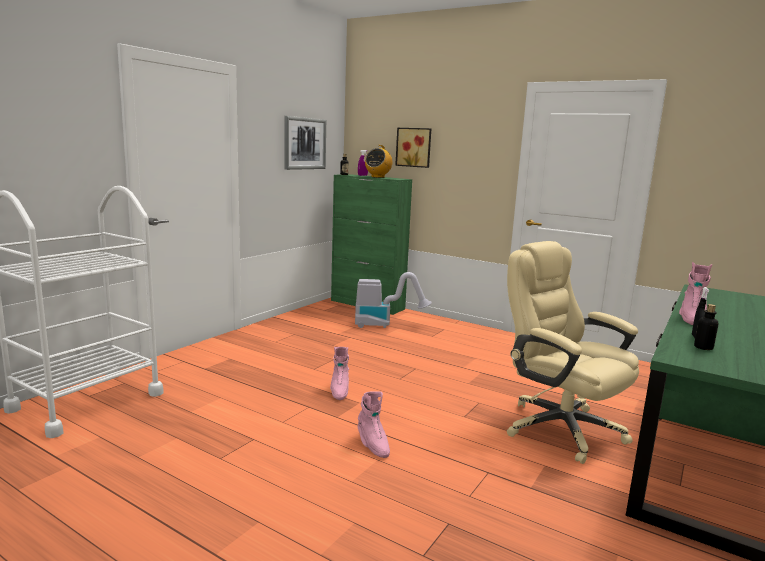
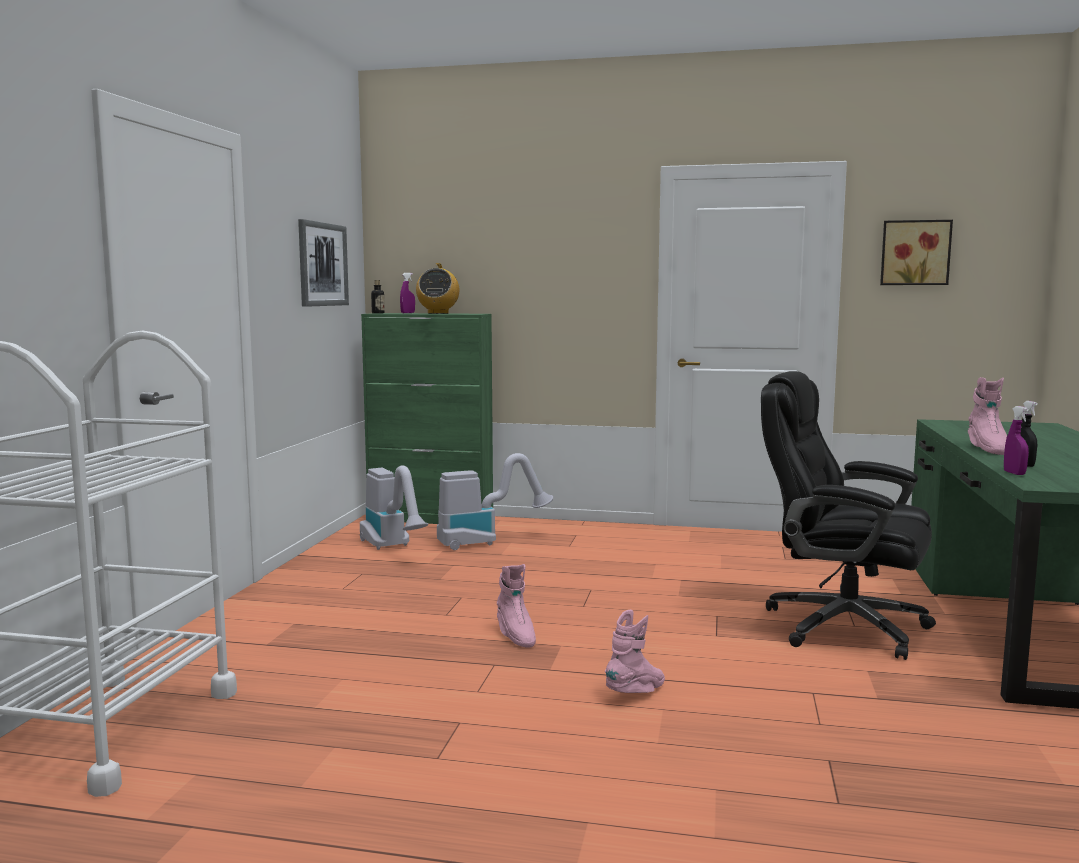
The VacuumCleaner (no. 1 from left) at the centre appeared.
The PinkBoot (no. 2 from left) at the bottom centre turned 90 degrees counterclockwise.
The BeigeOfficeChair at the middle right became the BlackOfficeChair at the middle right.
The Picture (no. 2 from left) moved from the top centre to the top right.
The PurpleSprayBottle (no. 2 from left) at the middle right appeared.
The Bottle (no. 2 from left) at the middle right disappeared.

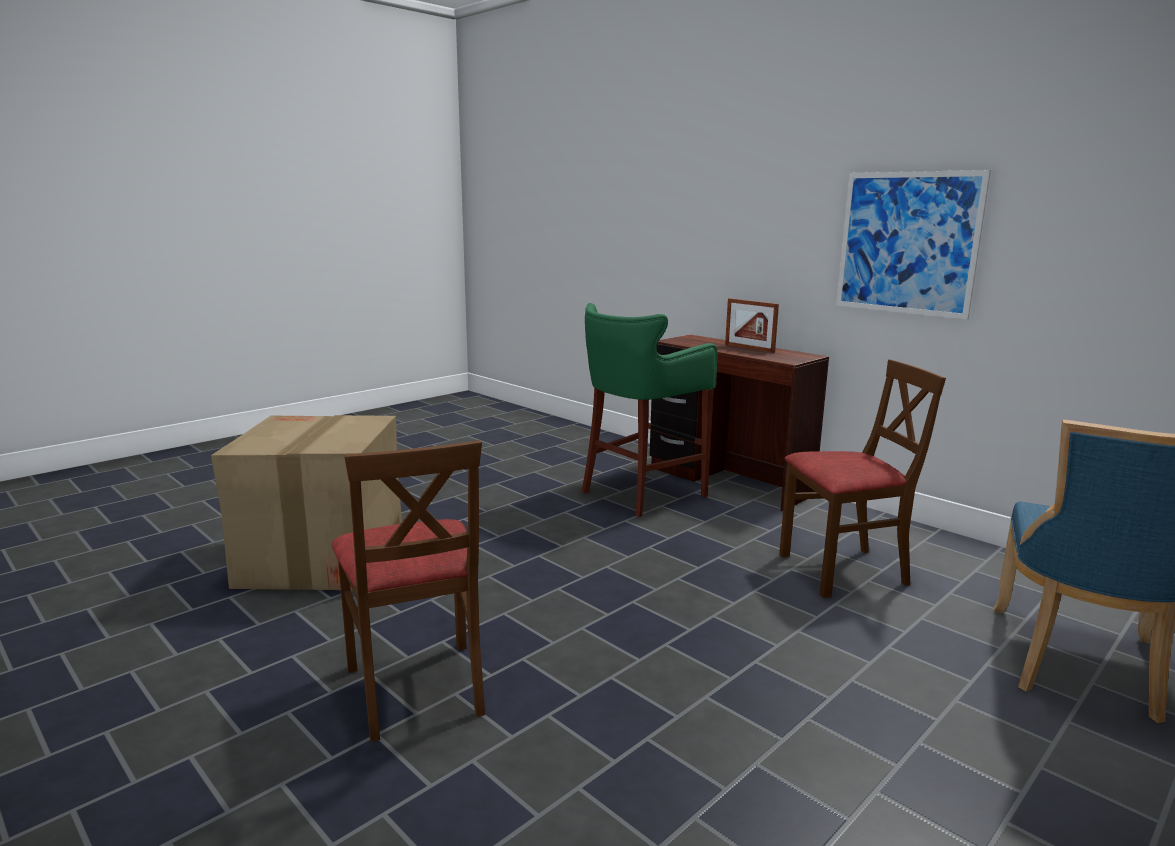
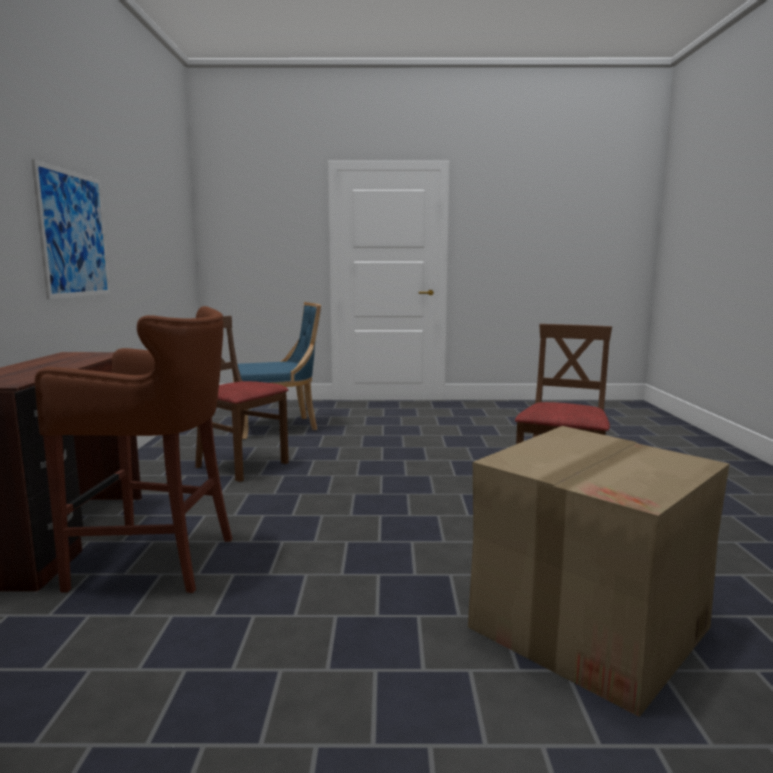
The GreenStool at the centre became the BrownStool at the middle left.
The PictureFrame at the centre disappeared.

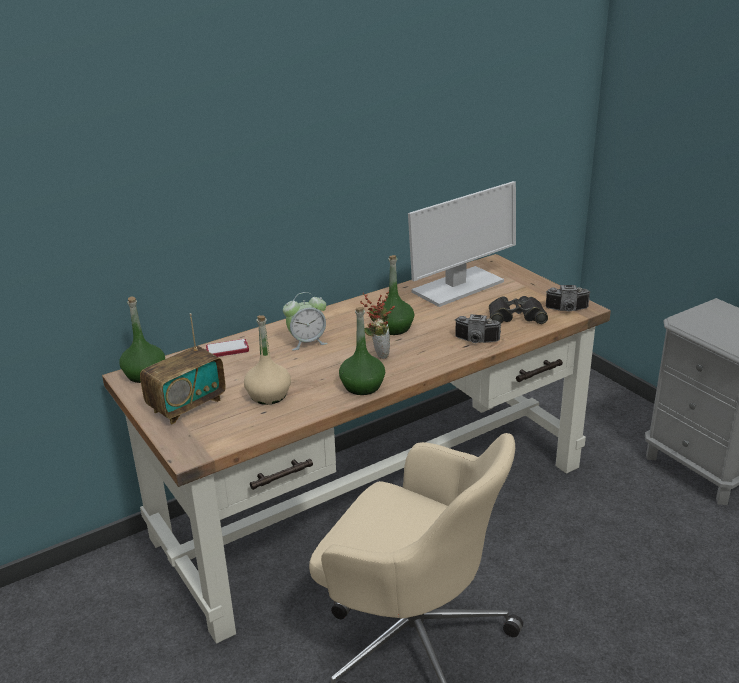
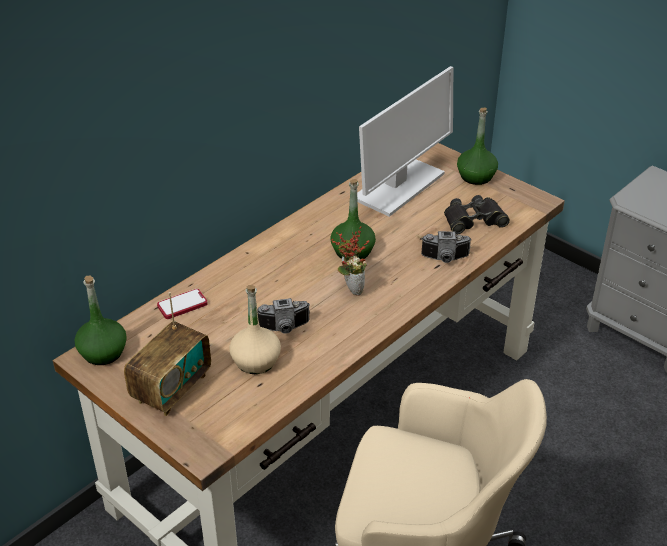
The PhotoCamera (no. 2 from left in the first image) moved from the middle right to the centre.
The GreenBottle (no. 2 from left in the first image) moved from the centre to the top right.
The AlarmClock at the centre disappeared.

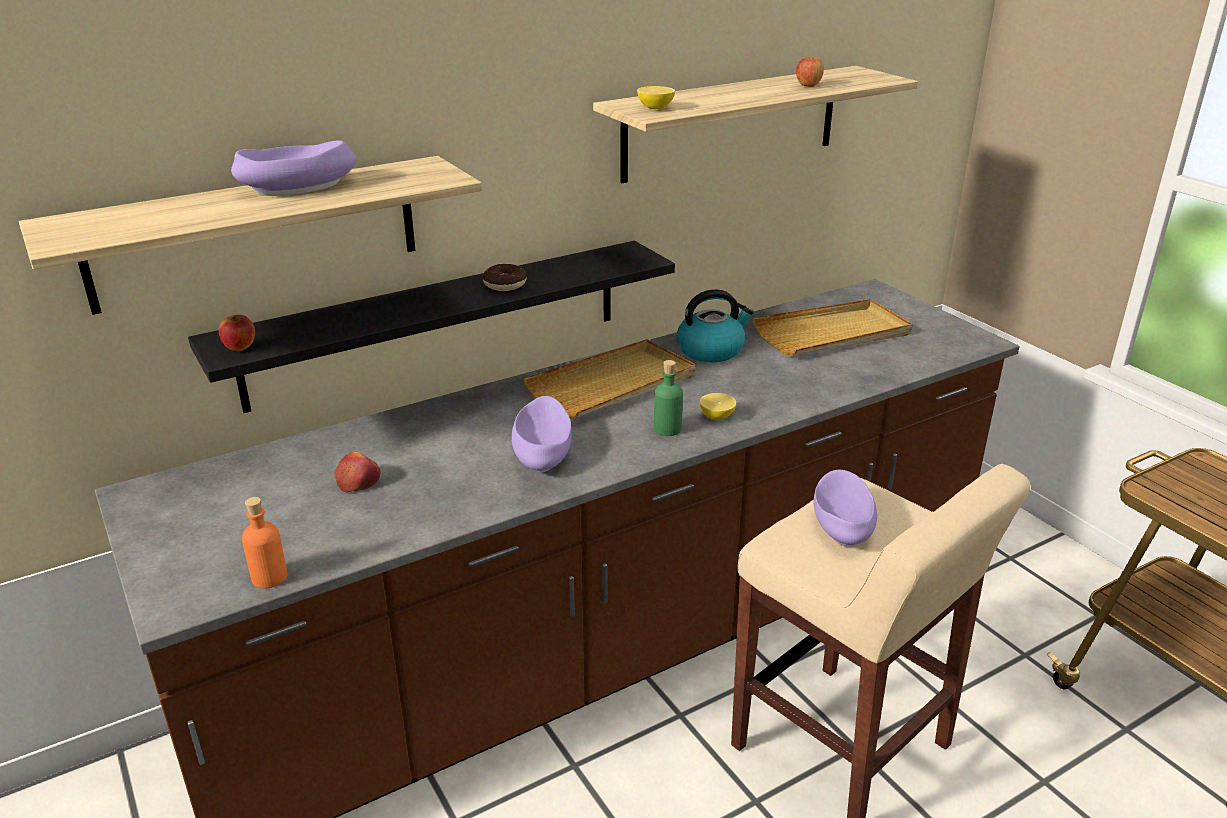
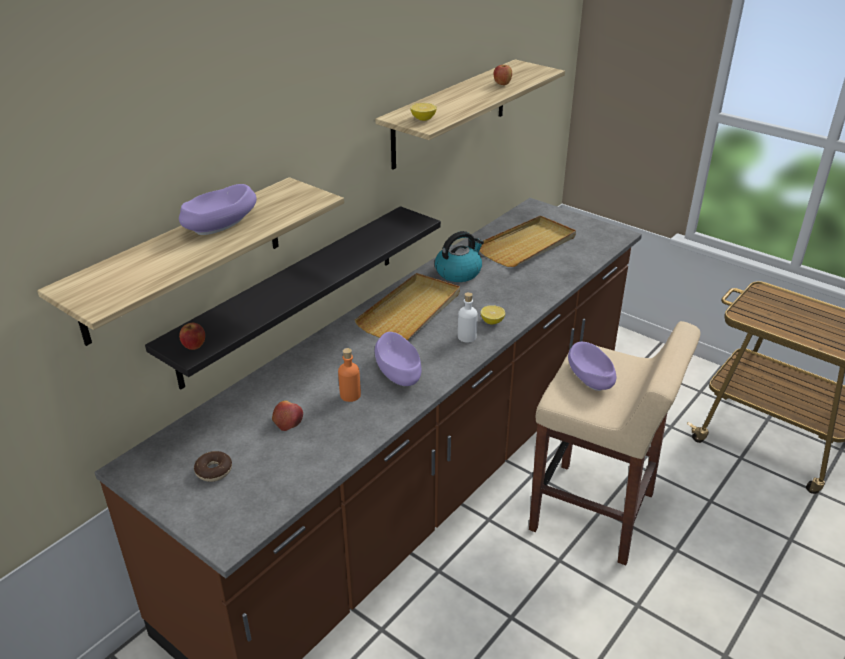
The Donut moved from the centre to the bottom left.
The OrangeBottle moved from the middle left to the centre.
The GreenBottle at the centre became the WhiteBottle at the centre.

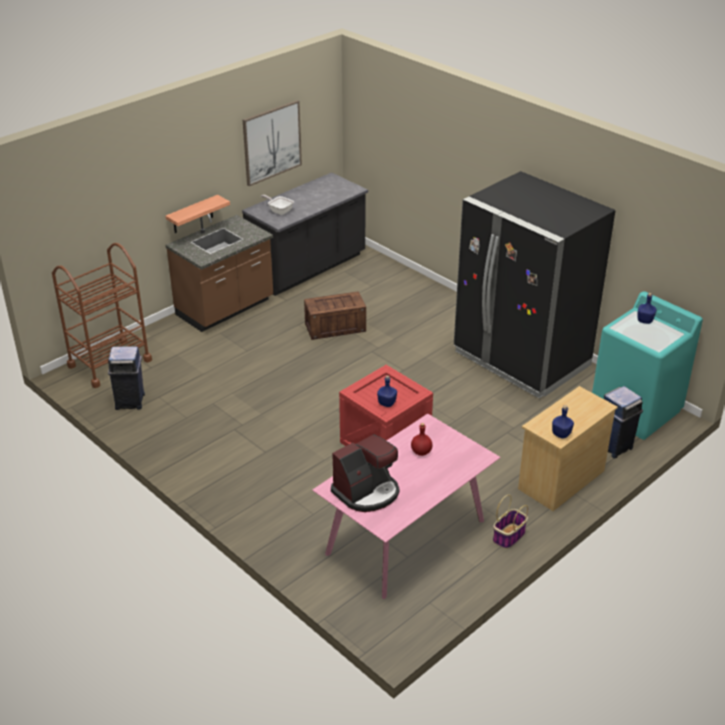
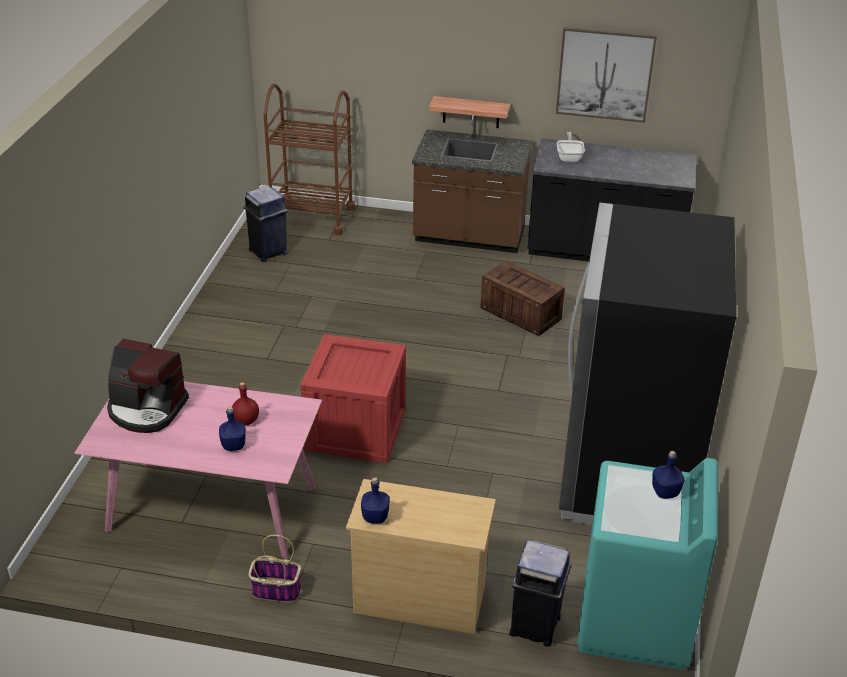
The BlueBottle (no. 1 from left) moved from the centre to the middle left.

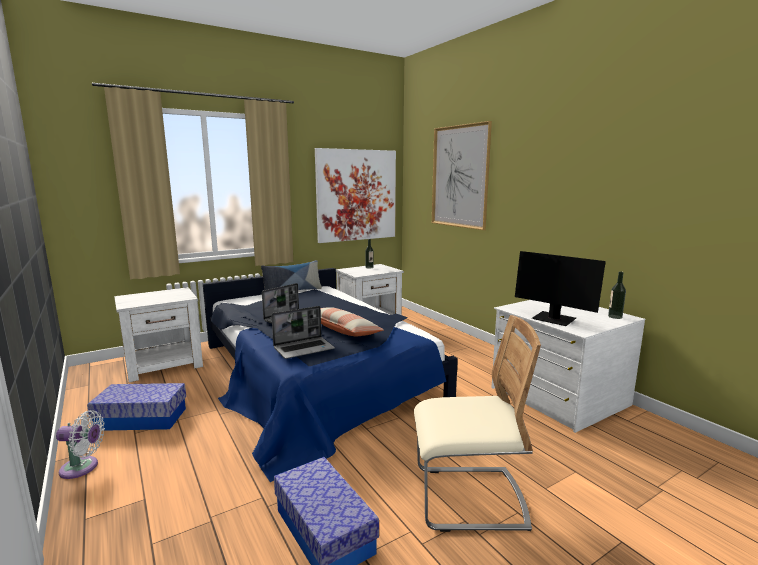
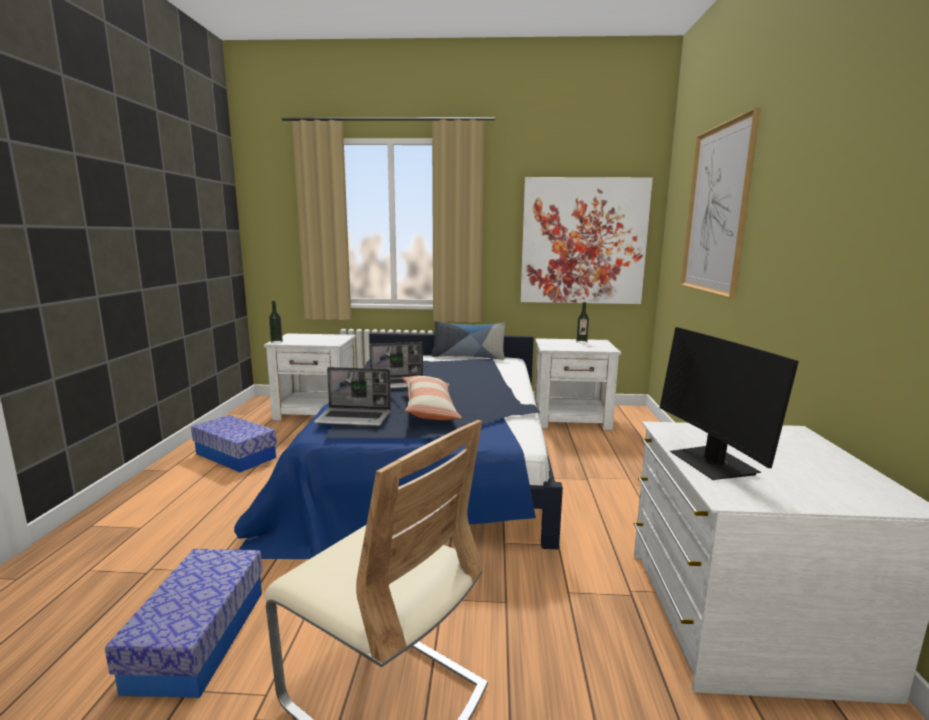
The Bottle (no. 2 from left in the first image) moved from the middle right to the middle left.
The WhiteFan at the bottom left disappeared.

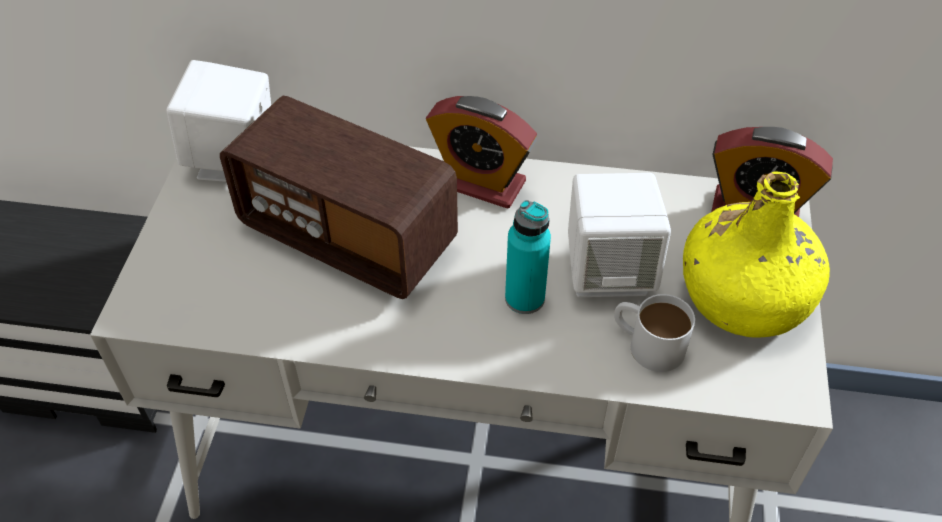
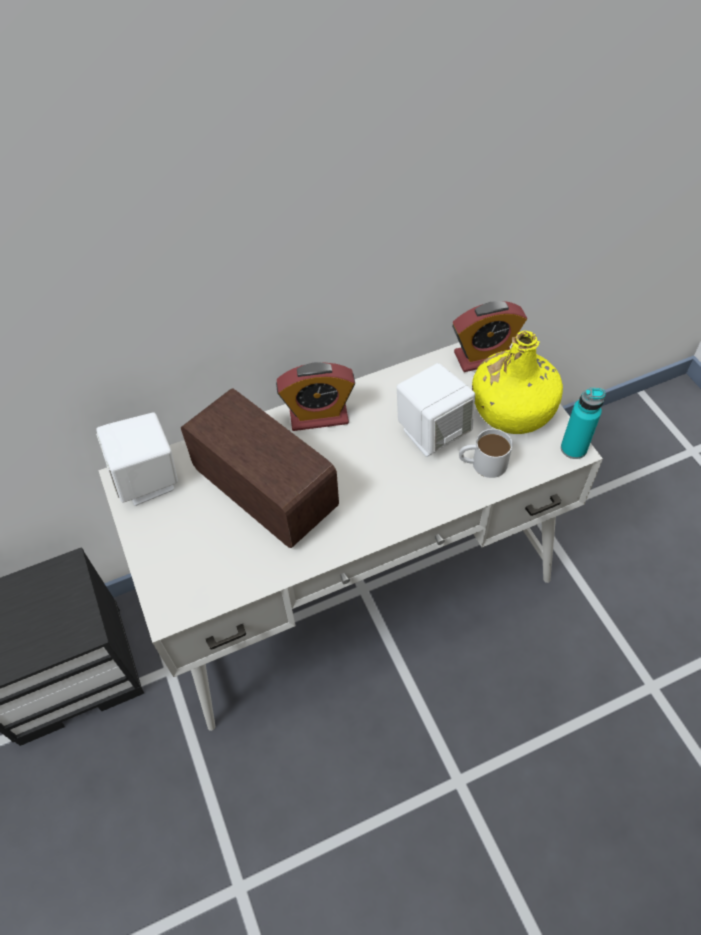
The Radio at the centre turned 135 degrees counterclockwise.
The TurquoiseBottle moved from the centre to the middle right.

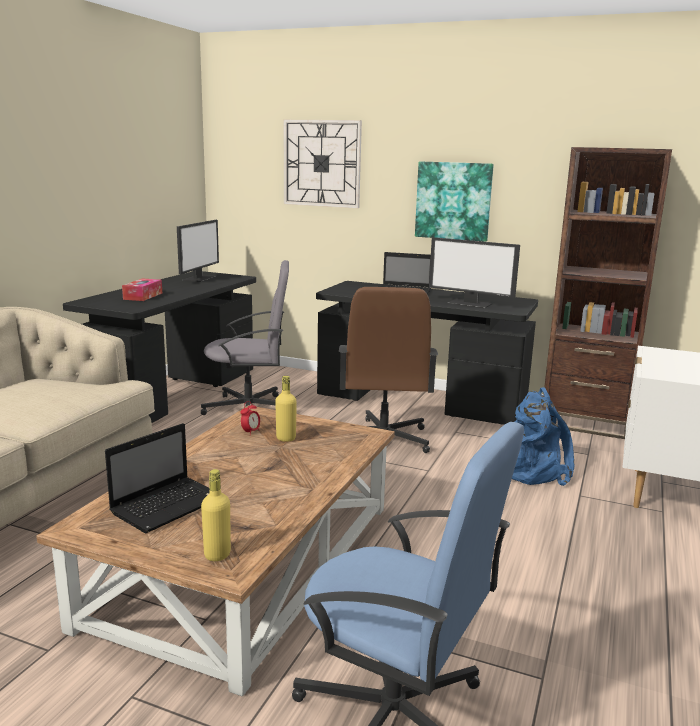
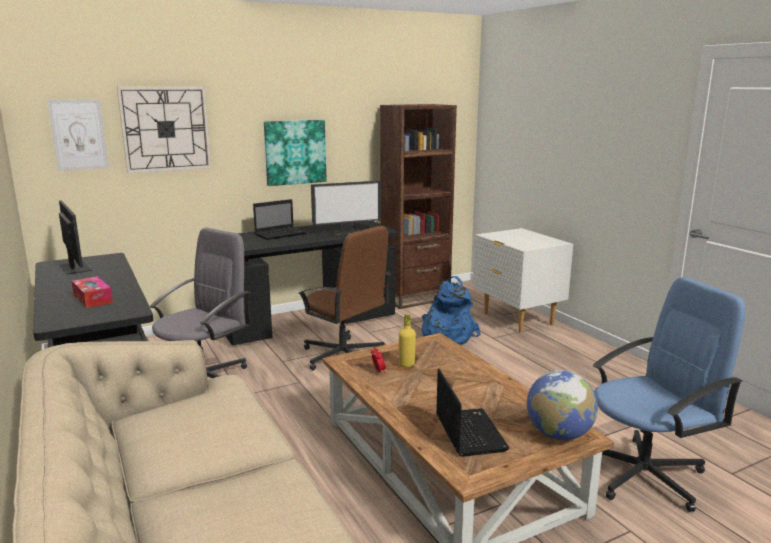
The Picture (no. 1 from left) at the top left appeared.
The YellowBottle (no. 1 from left) at the bottom left was replaced by the Globe at the bottom right.

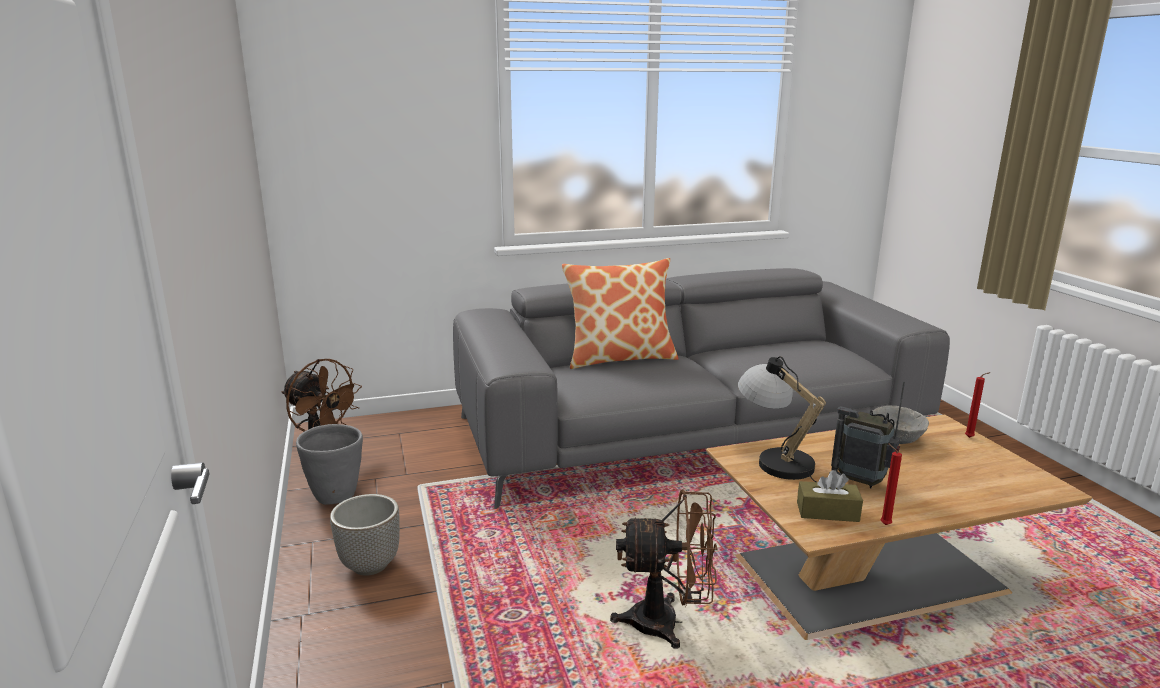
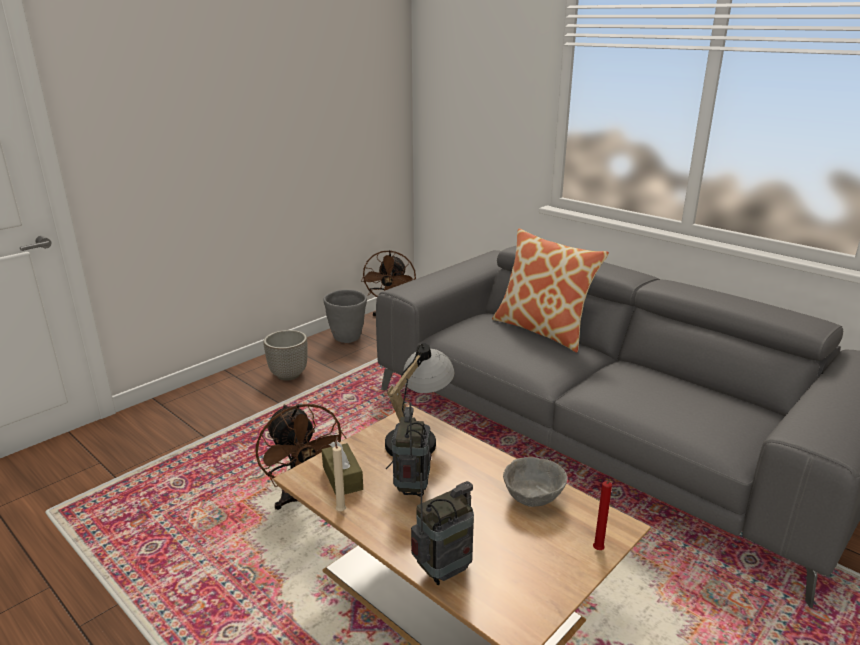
The RedCandle (no. 1 from left) at the bottom right became the BeigeCandle at the bottom centre.
The Radio (no. 2 from left) at the bottom centre appeared.

